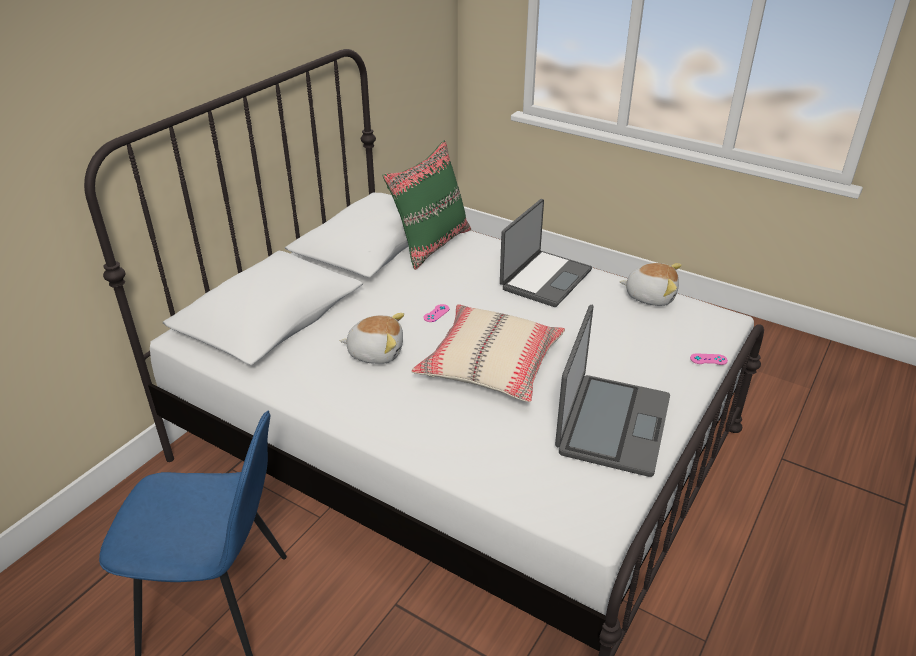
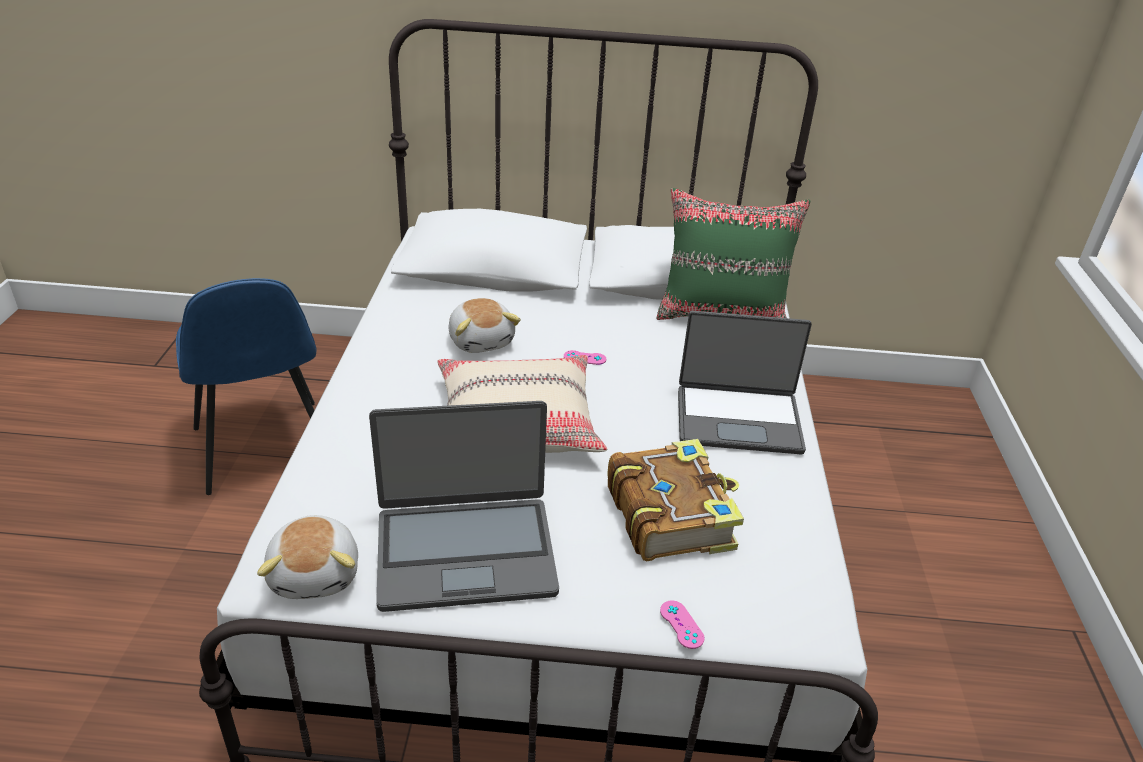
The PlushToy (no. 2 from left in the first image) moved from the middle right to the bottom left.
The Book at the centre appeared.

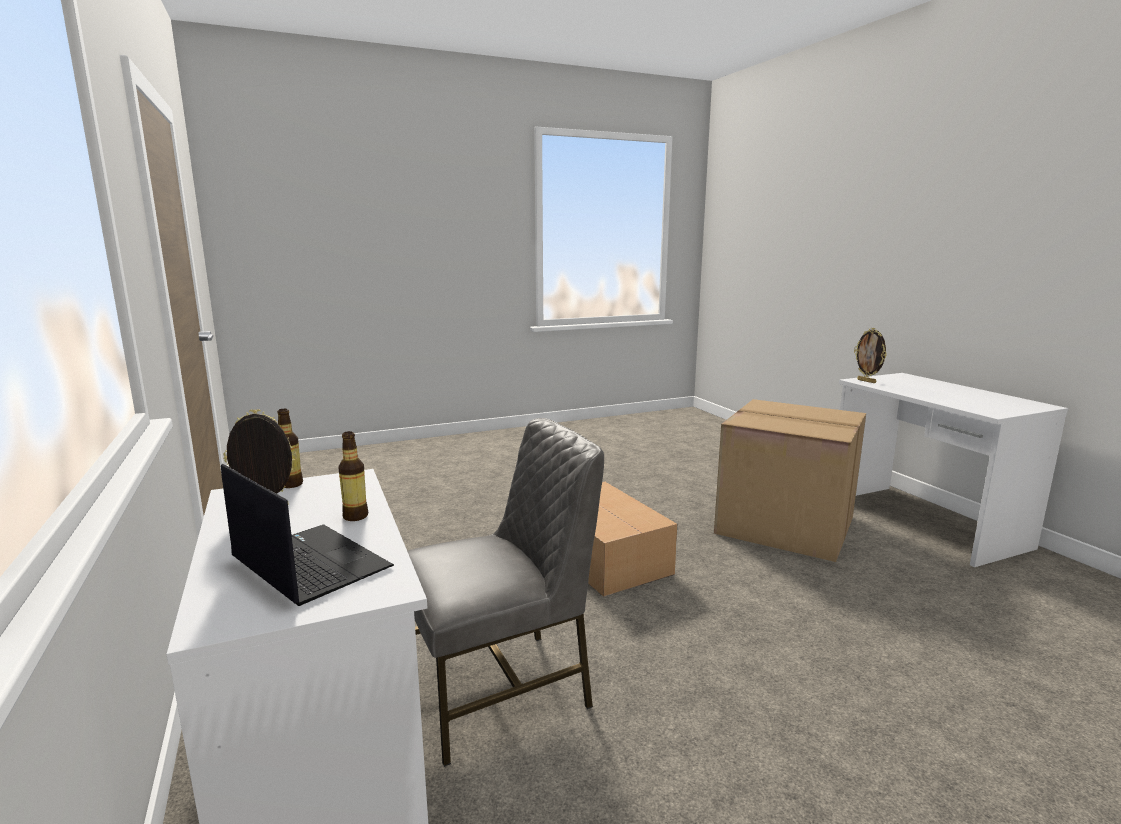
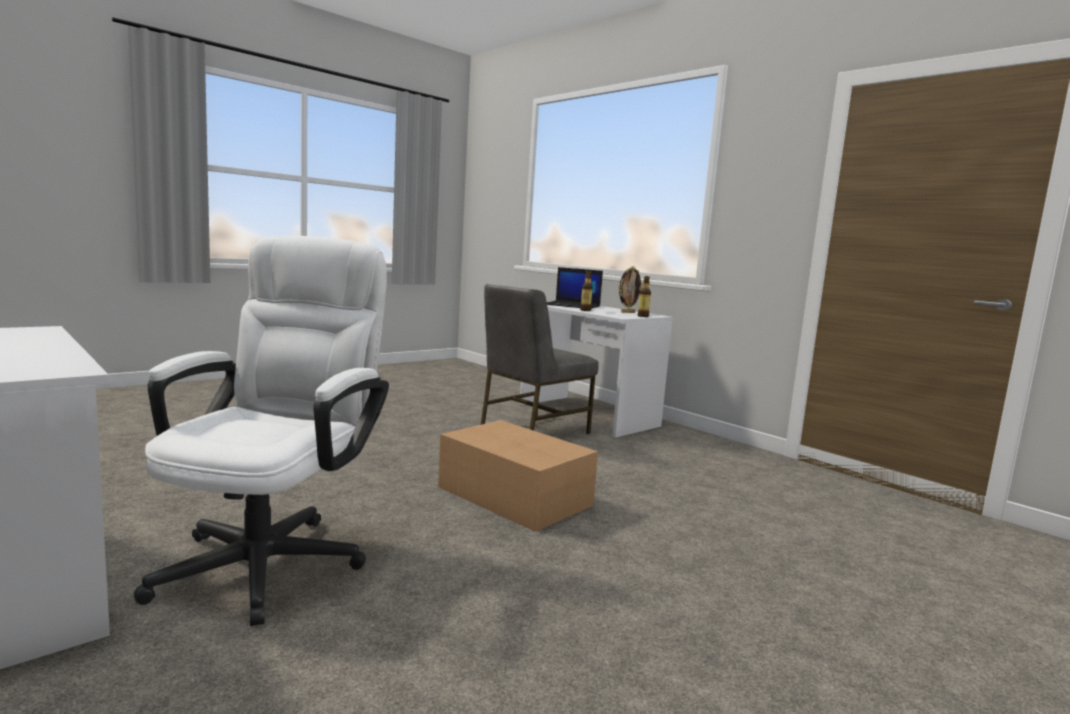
The CardboardBox (no. 2 from left) at the middle right was replaced by the WhiteOfficeChair at the middle left.
The PictureFrame (no. 2 from left) at the middle right disappeared.

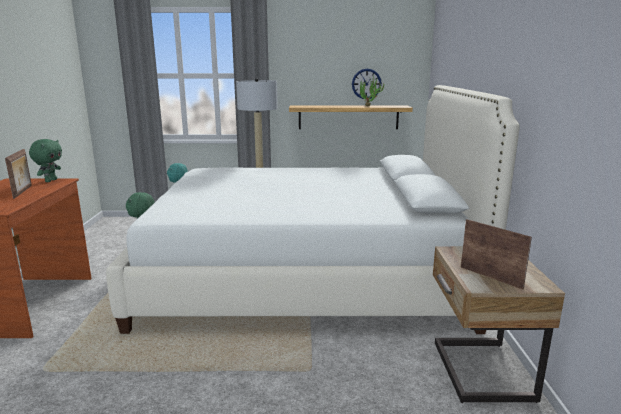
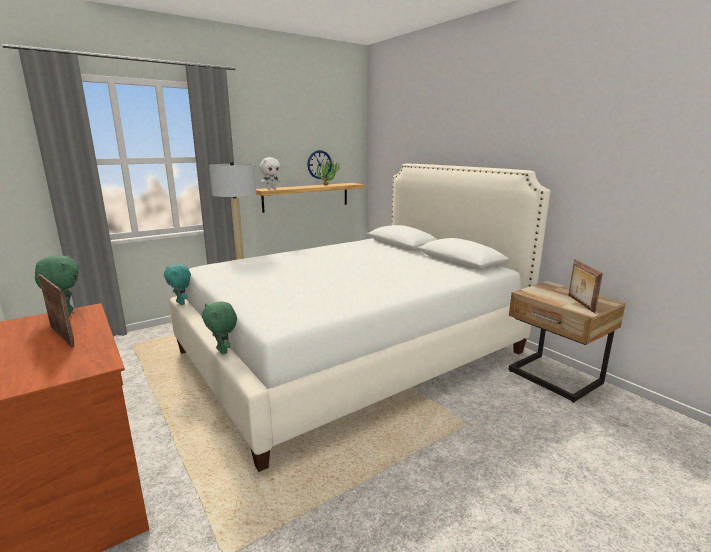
The WhitePlushToy at the top centre appeared.
The PictureFrame (no. 2 from left) at the middle right turned 105 degrees counterclockwise.

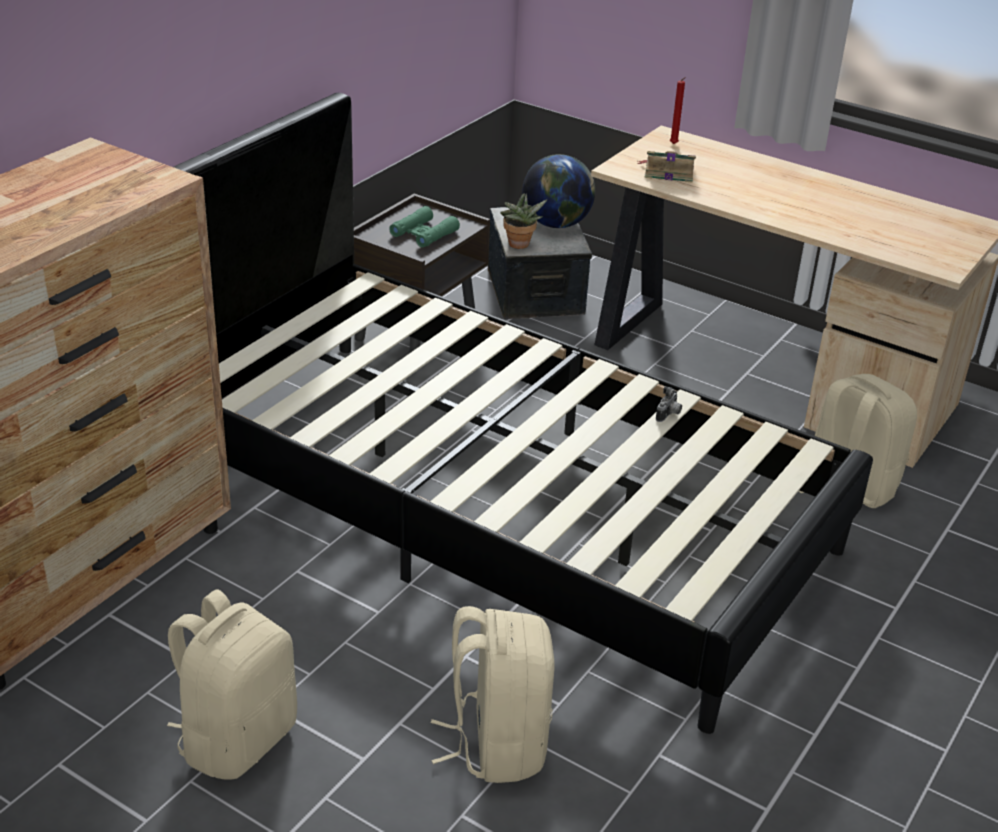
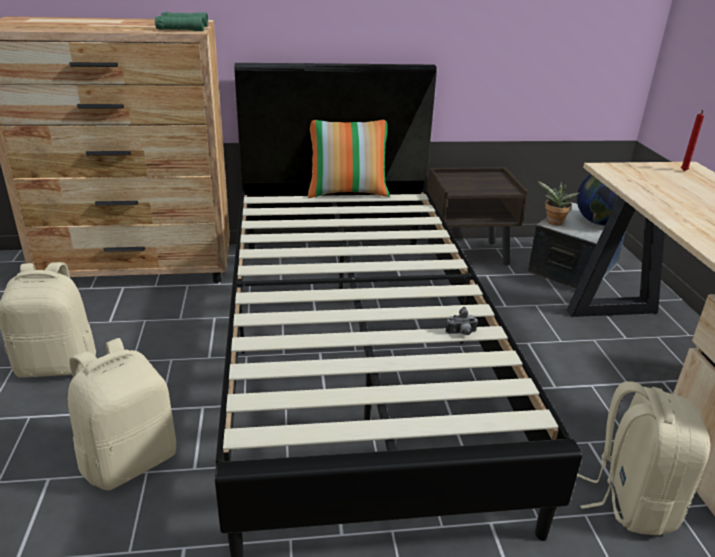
The GreenBinoculars moved from the top centre to the top left.
The Pillow at the top centre appeared.
The Book at the top right disappeared.

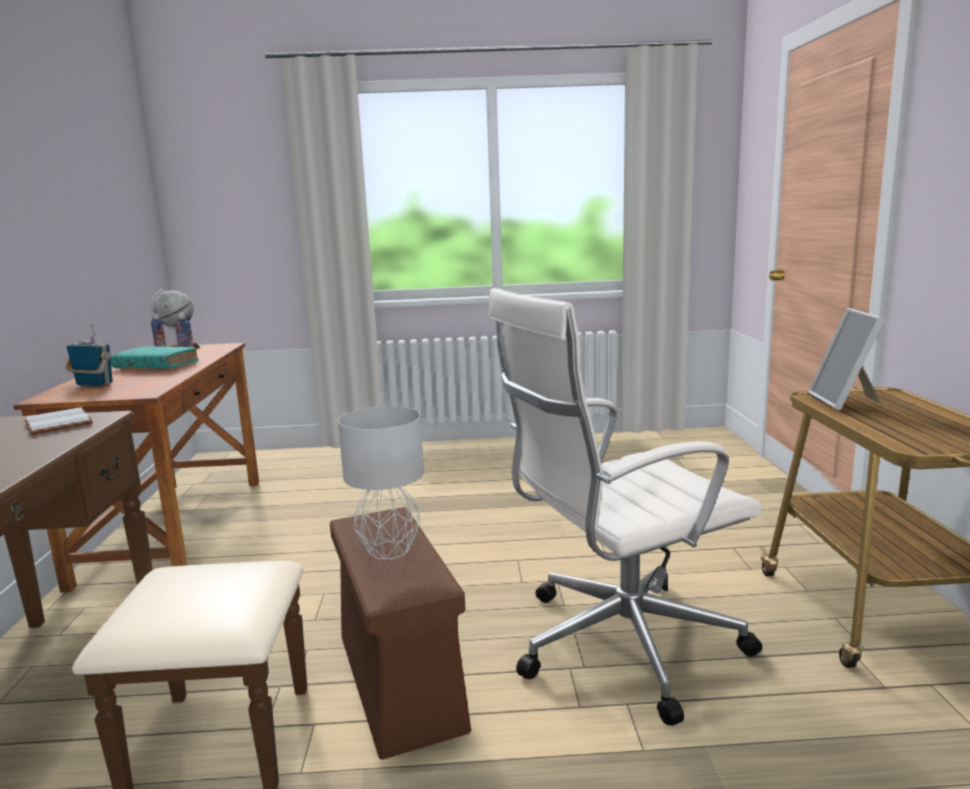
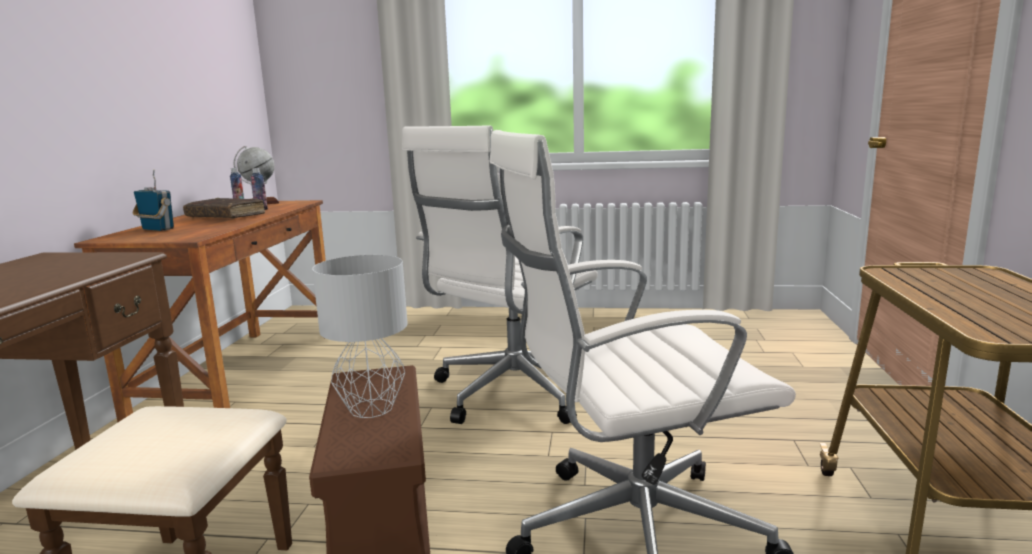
The TurquoiseBook at the middle left became the BrownBook at the middle left.
The WhiteOfficeChair (no. 1 from left) at the centre appeared.
The WhiteBook at the middle left disappeared.
The PictureFrame at the middle right disappeared.

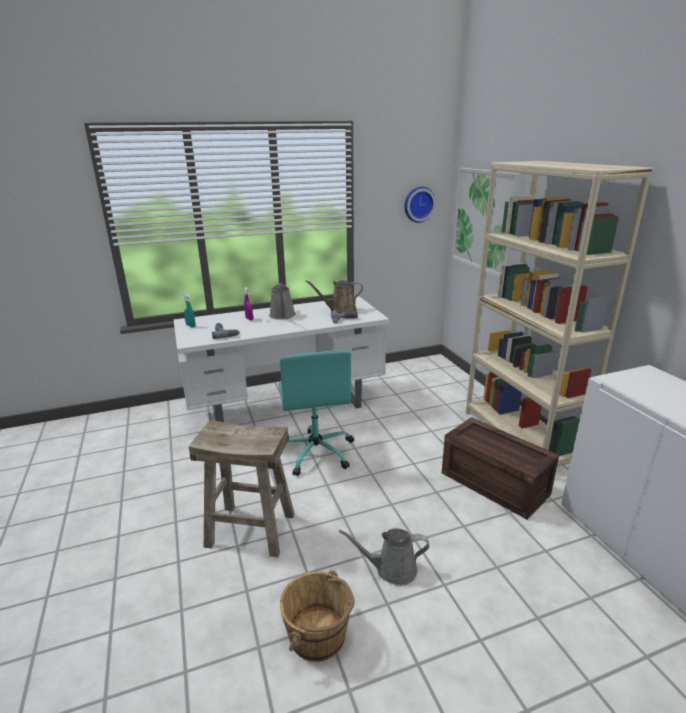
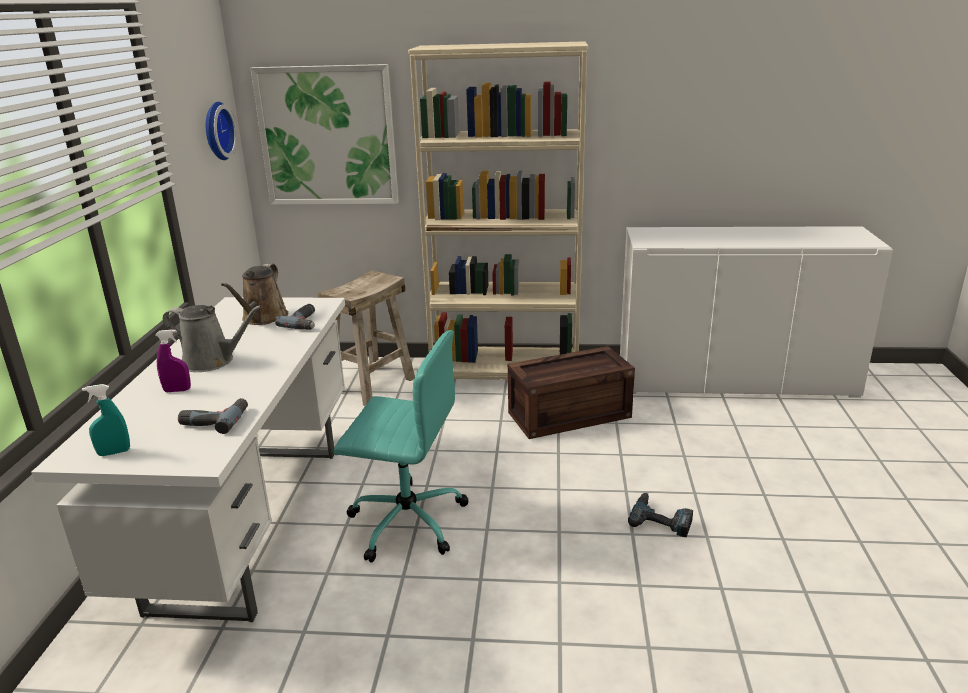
The BeigeStool moved from the bottom centre to the centre.
The GreyWateringCan (no. 2 from left) at the bottom centre was replaced by the PowerDrill (no. 3 from left) at the bottom right.
The BrownBucket at the bottom centre disappeared.

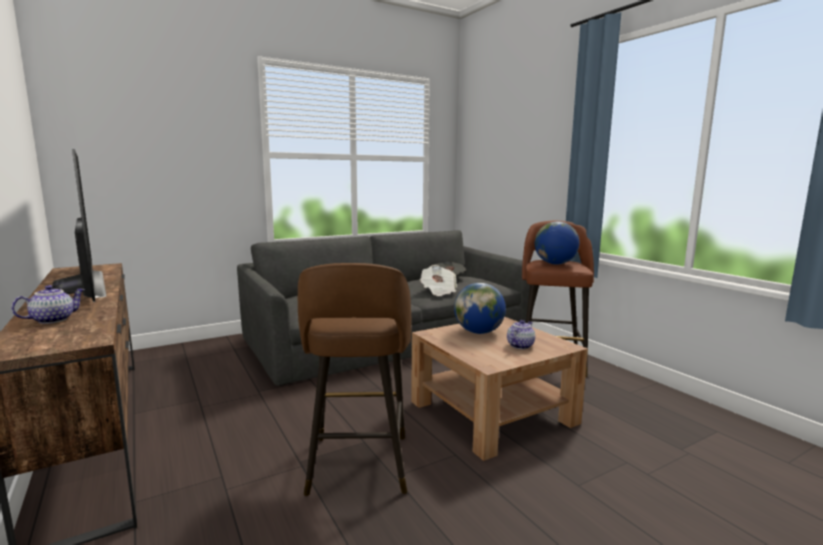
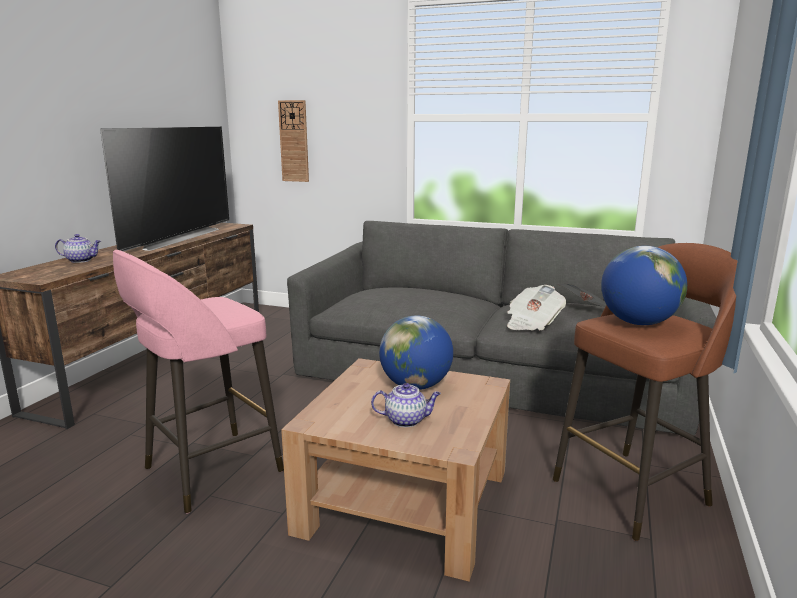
The BrownStool (no. 1 from left) at the bottom centre became the PinkStool at the middle left.
The WallClock at the top centre appeared.

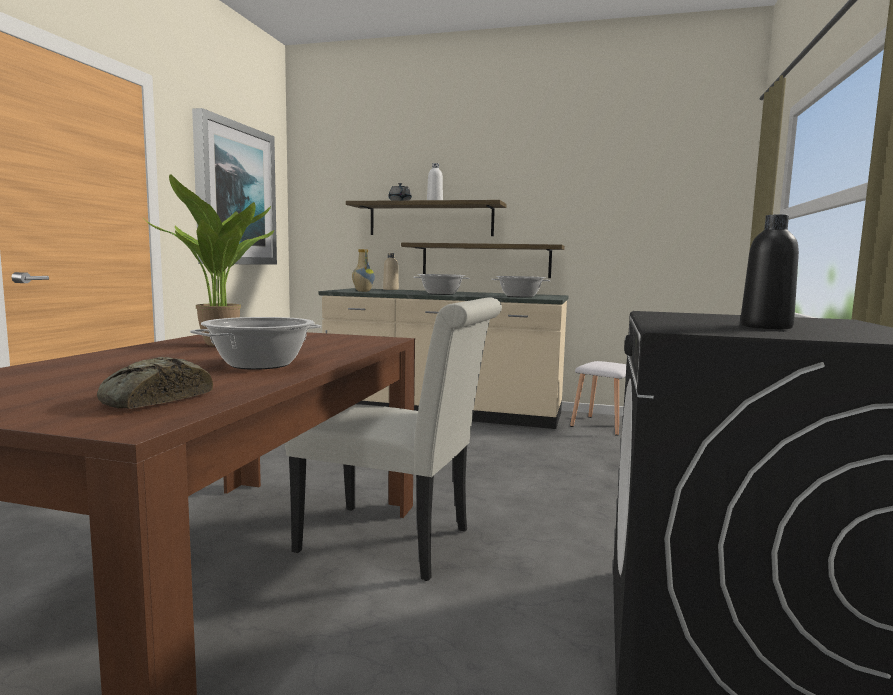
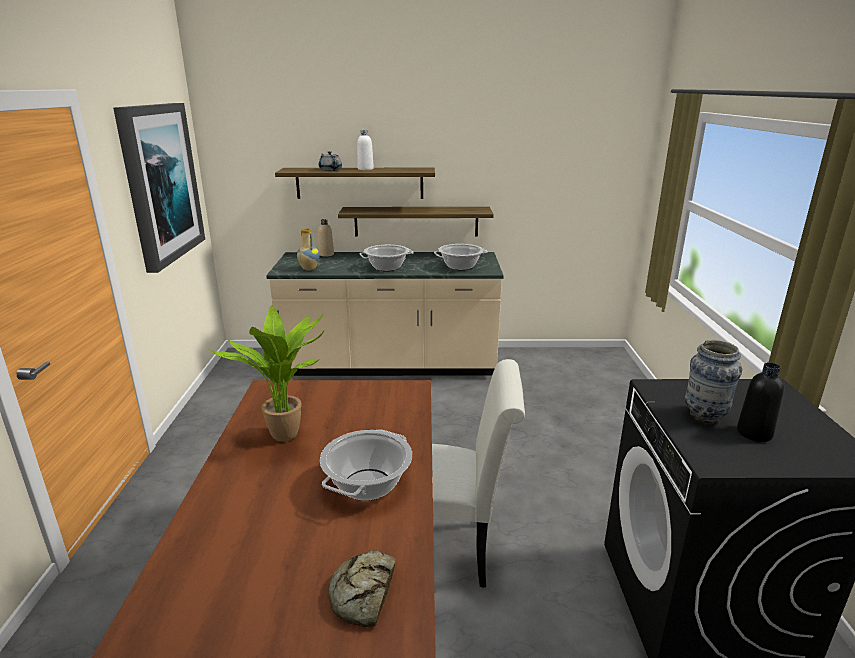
The Vase (no. 2 from left) at the middle right appeared.
The WhiteStool at the middle right disappeared.

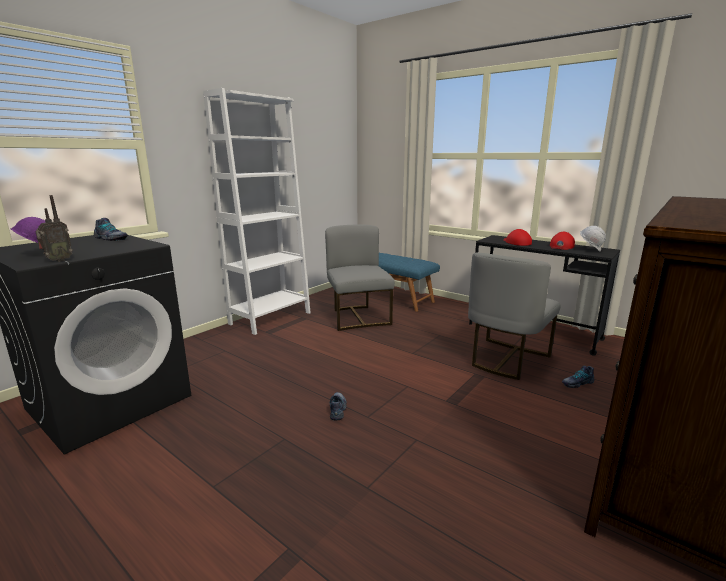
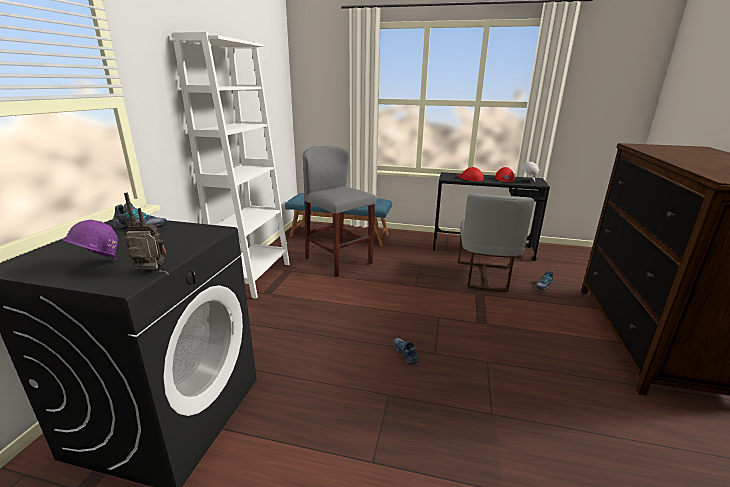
The Radio at the middle left turned 105 degrees counterclockwise.
The GreyChair (no. 1 from left) at the centre was replaced by the GreyStool at the centre.

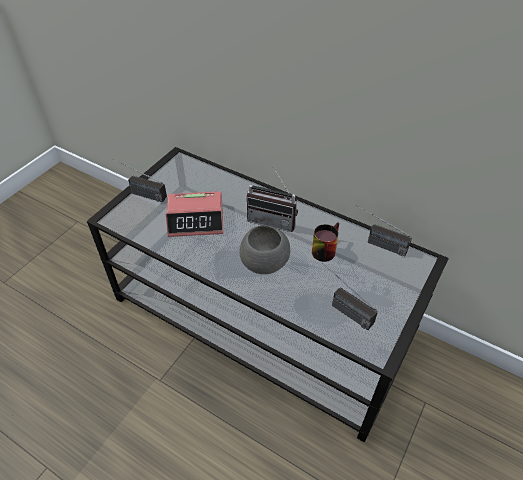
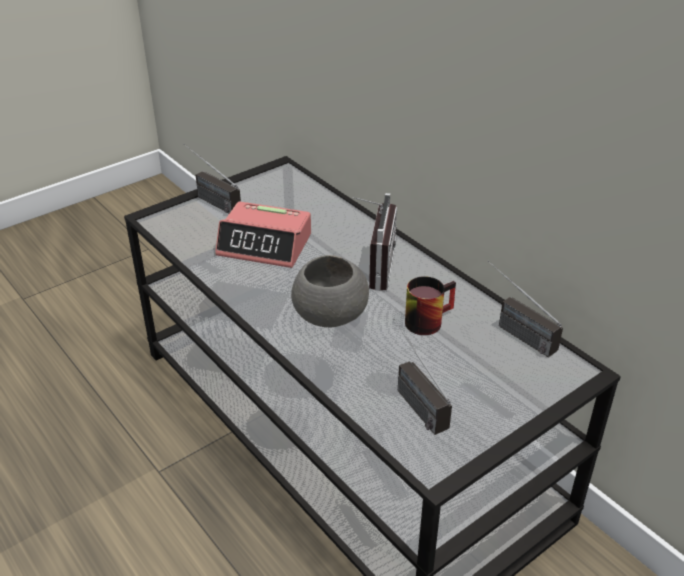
The Radio (no. 2 from left) at the centre turned 120 degrees counterclockwise.

